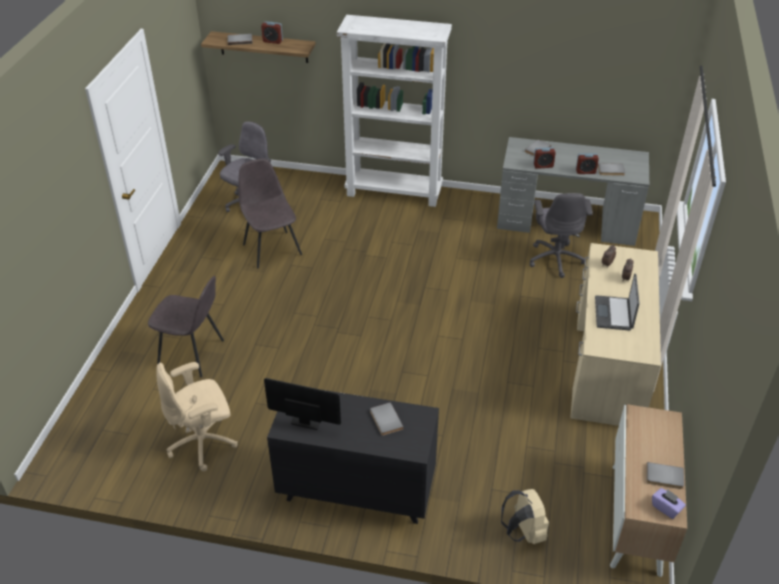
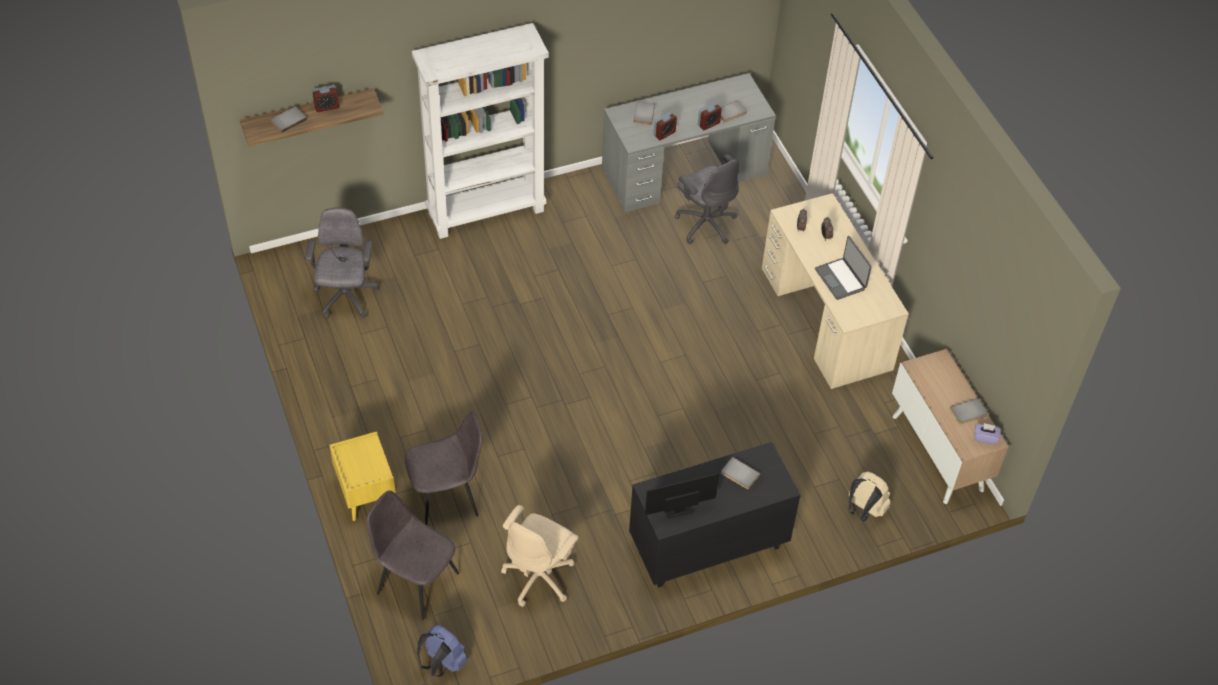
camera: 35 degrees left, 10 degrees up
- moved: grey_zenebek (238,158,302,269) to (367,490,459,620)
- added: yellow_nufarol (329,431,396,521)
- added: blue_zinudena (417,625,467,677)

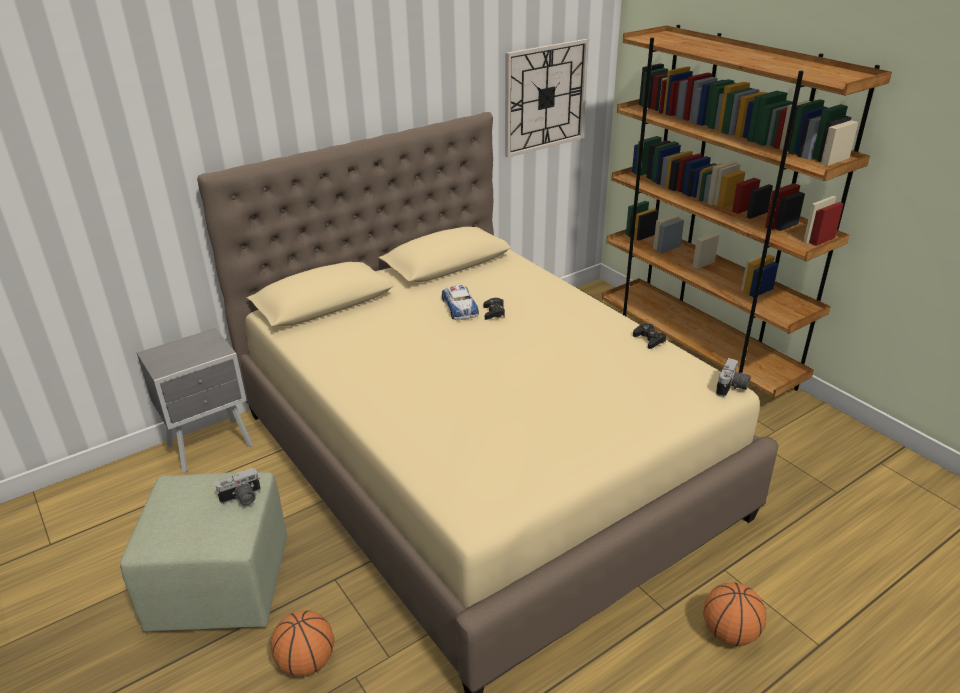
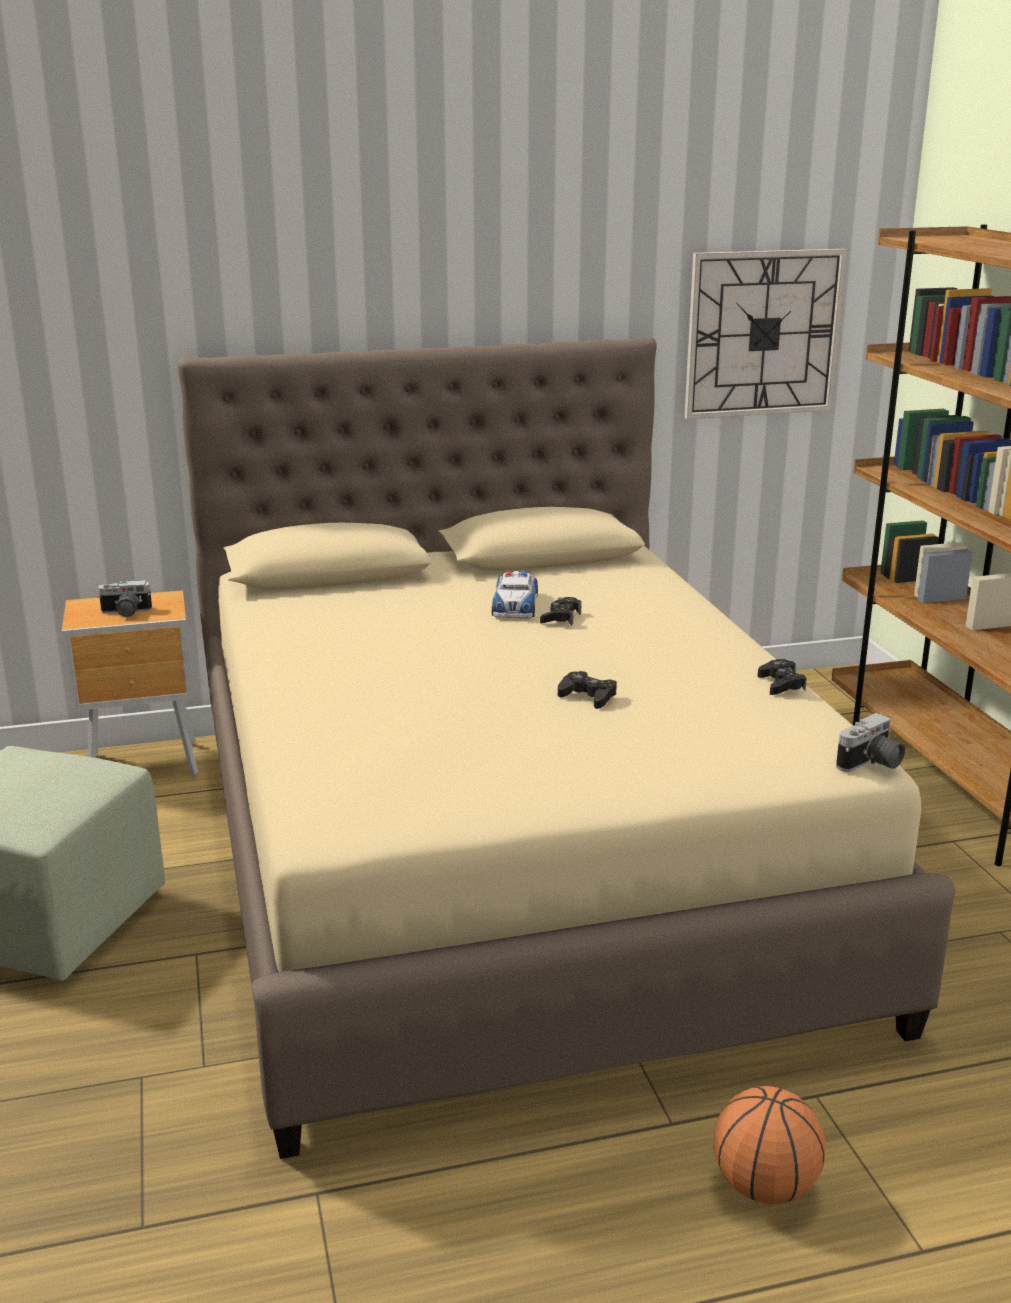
camera: 20 degrees right, 10 degrees down
- recoloured: grey_nufarol (137,328,253,473) to brown_nufarol (62,590,198,776)
- moved: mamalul (215,468,261,506) to (97,580,152,617)
- removed: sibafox (270,611,334,676)
- added: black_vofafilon (558,671,617,709)

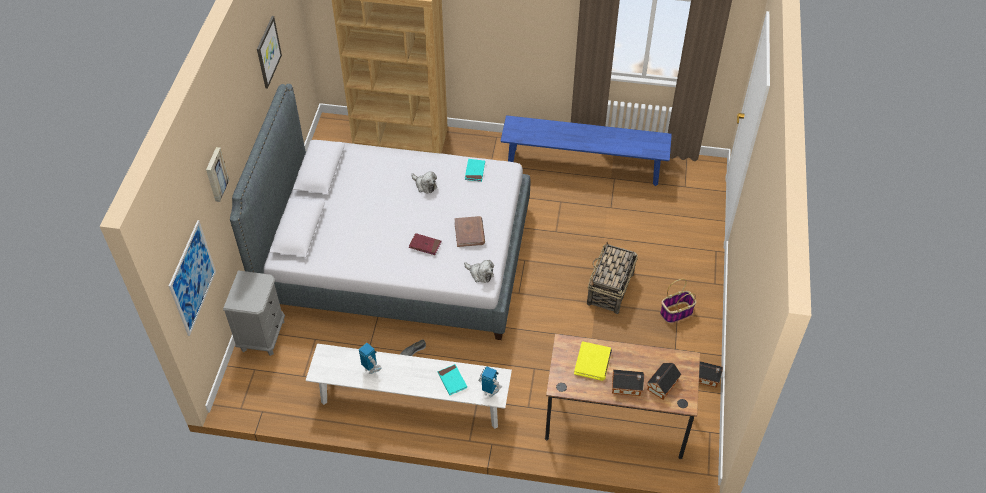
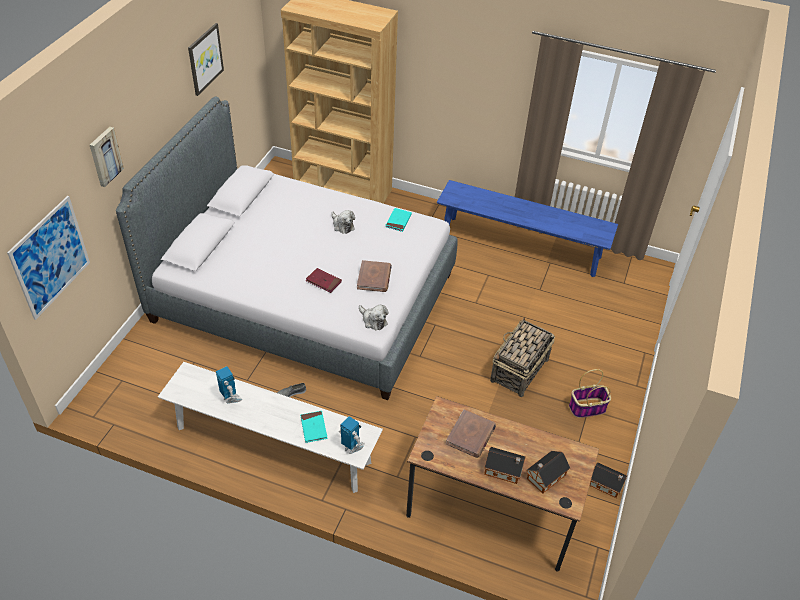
camera: 10 degrees right, 5 degrees down
- removed: grey_nufarol (223,270,285,356)
- recoloured: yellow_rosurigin (574,341,612,381) to brown_rosurigin (446,410,496,458)

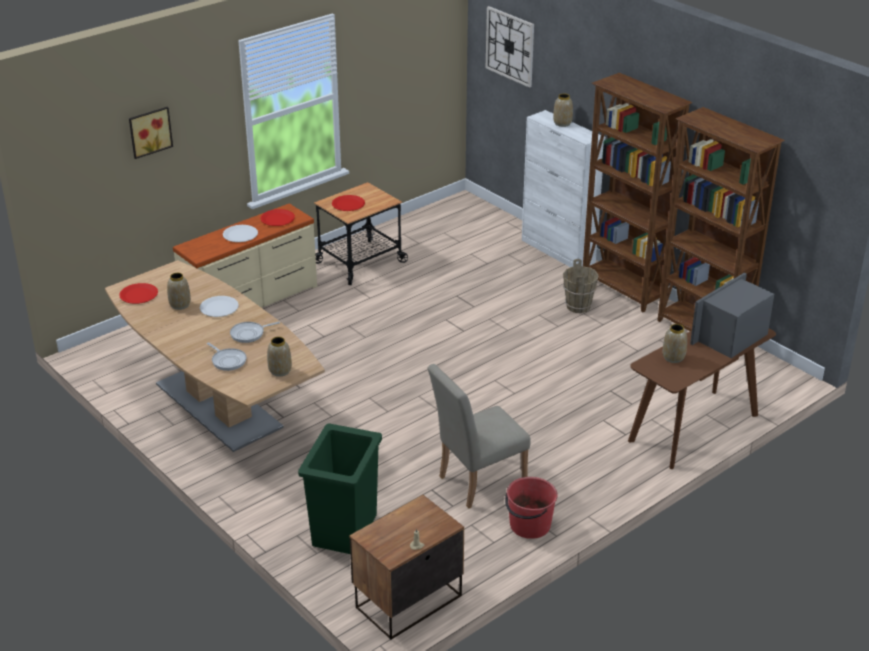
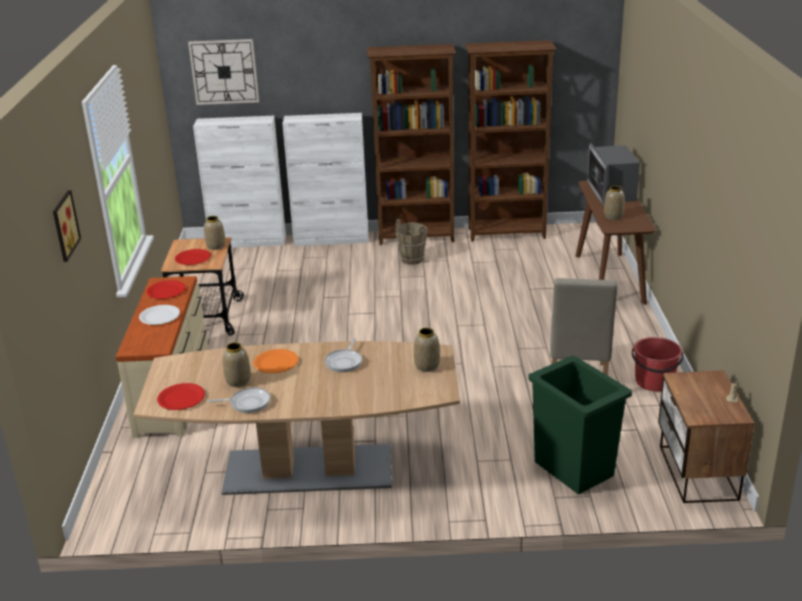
camera: 50 degrees left, 5 degrees down
- moved: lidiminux (553,94,573,127) to (204,216,225,250)
- recoloured: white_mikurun (200,296,239,317) to orange_mikurun (253,349,298,373)
- moved: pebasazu (207,342,246,371) to (208,387,270,413)
- added: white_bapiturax (193,116,286,248)

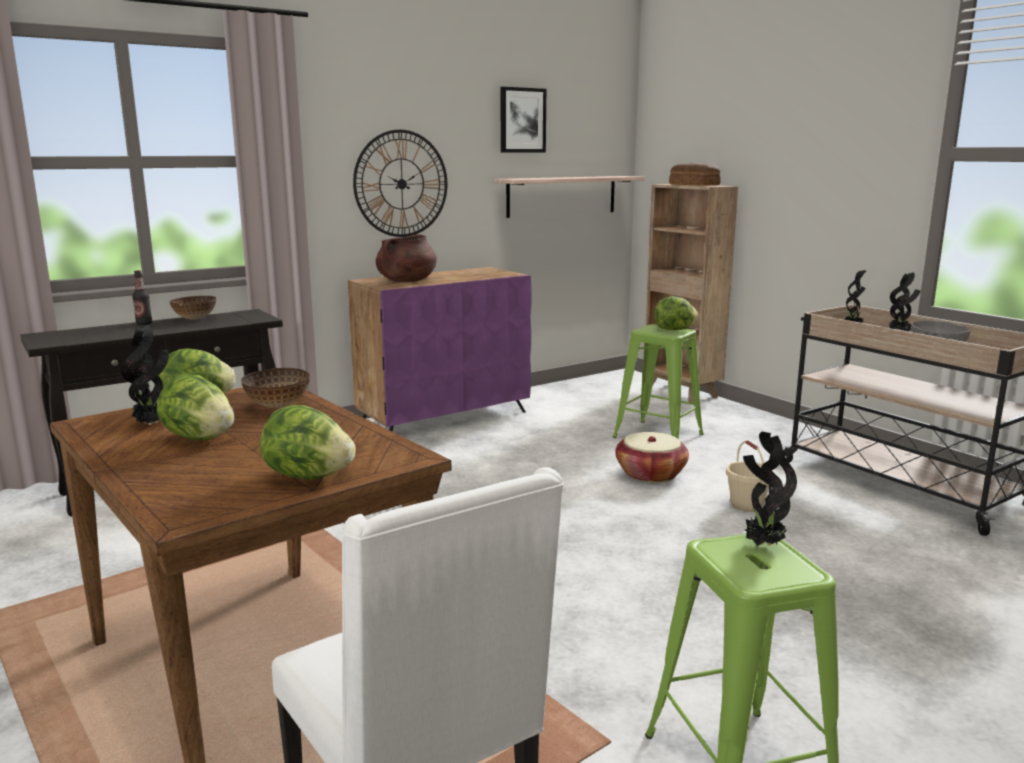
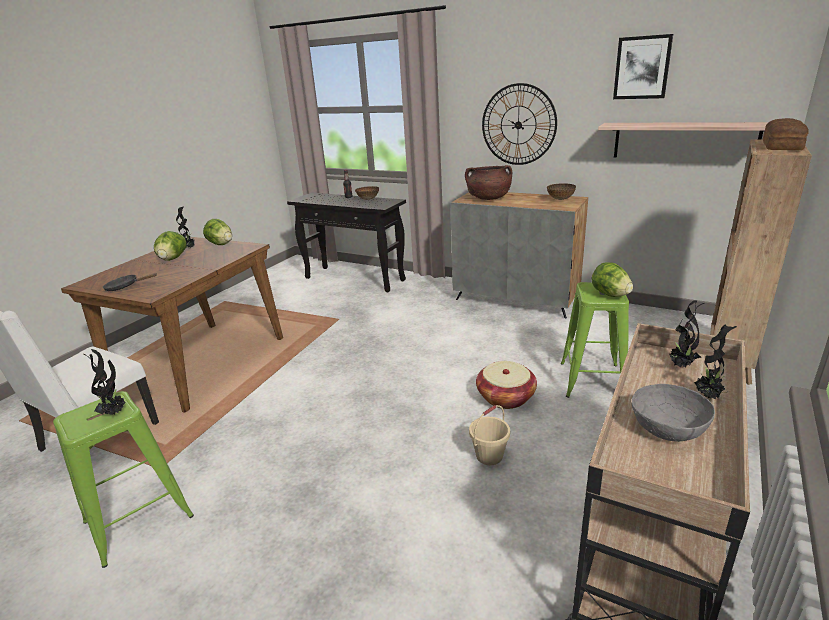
camera: 65 degrees right, 10 degrees up
- recoloured: purple_bapiturax (348,267,532,431) to grey_bapiturax (450,192,588,318)
- moved: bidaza (241,368,310,408) to (547,184,576,200)
- replaced: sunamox (260,405,356,479) to black_pebasazu (102,273,157,291)

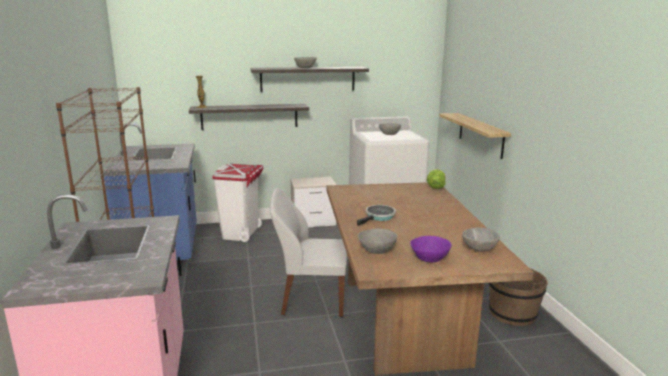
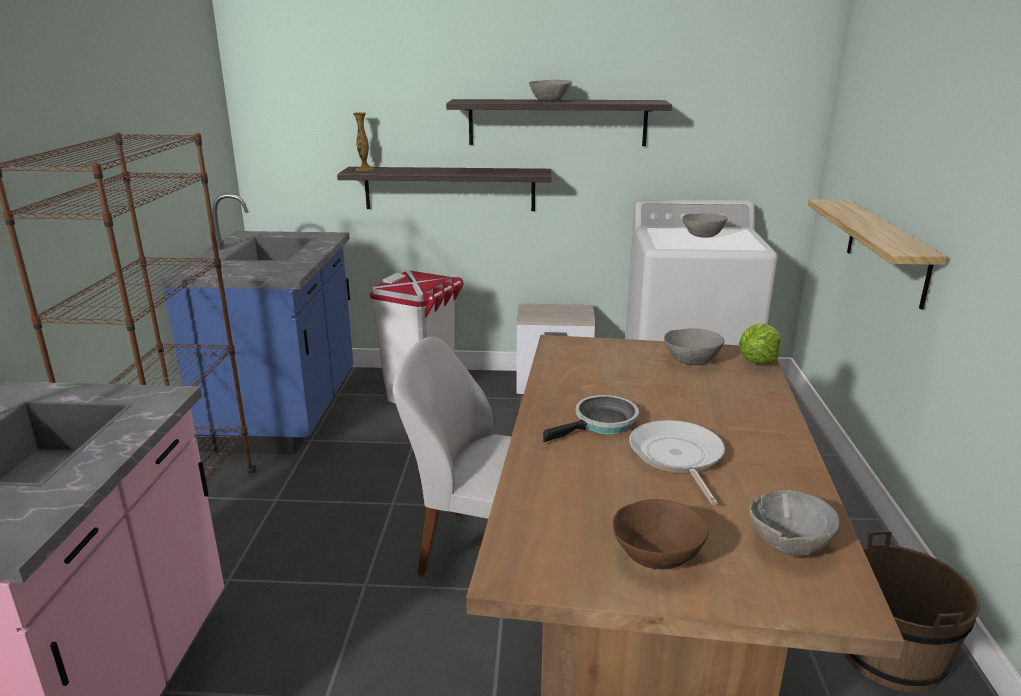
camera: 15 degrees right, 5 degrees up
- moved: grey_bidaza (358,229,398,254) to (664,328,724,365)
- recoloured: purple_bidaza (410,236,452,262) to brown_bidaza (613,499,708,569)
- added: pebasazu (629,420,725,505)

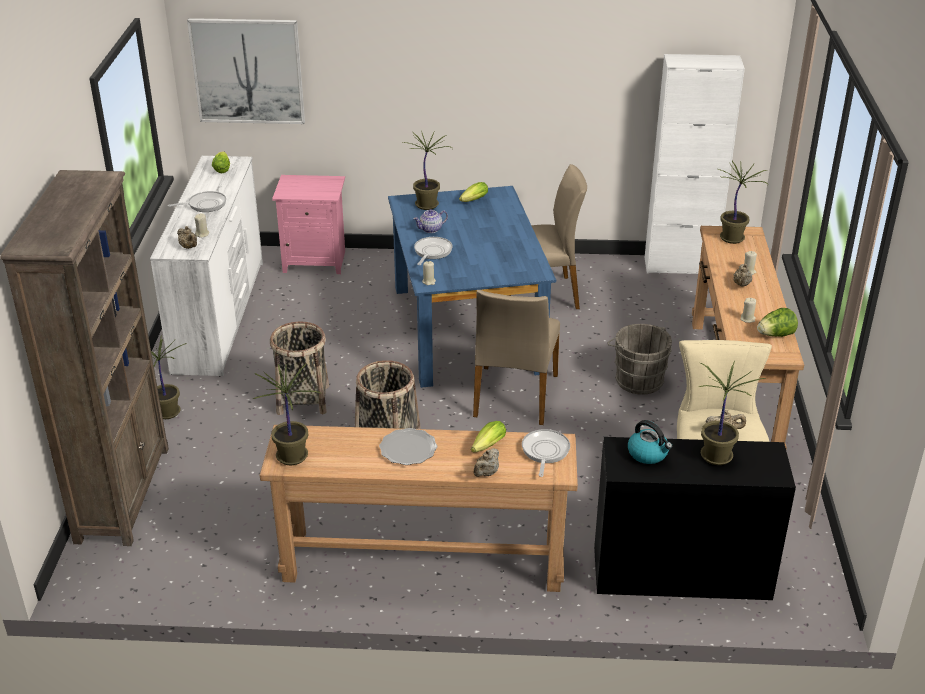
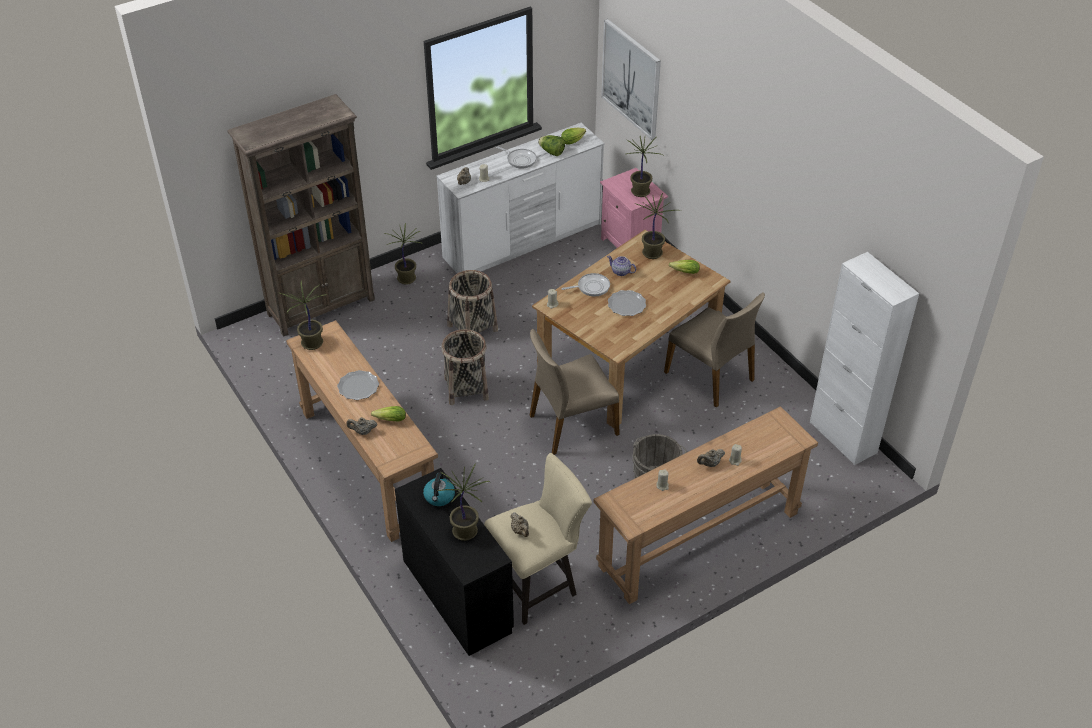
camera: 55 degrees right, 10 degrees up
- moved: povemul (718,161,768,244) to (626,136,665,197)
- recoloured: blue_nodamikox (388,186,556,388) to brown_nodamikox (532,230,730,428)
- moved: sunamox (757,308,798,337) to (538,135,565,156)
- removed: pebasazu (522,429,570,477)
- added: mikurun (608,290,646,316)

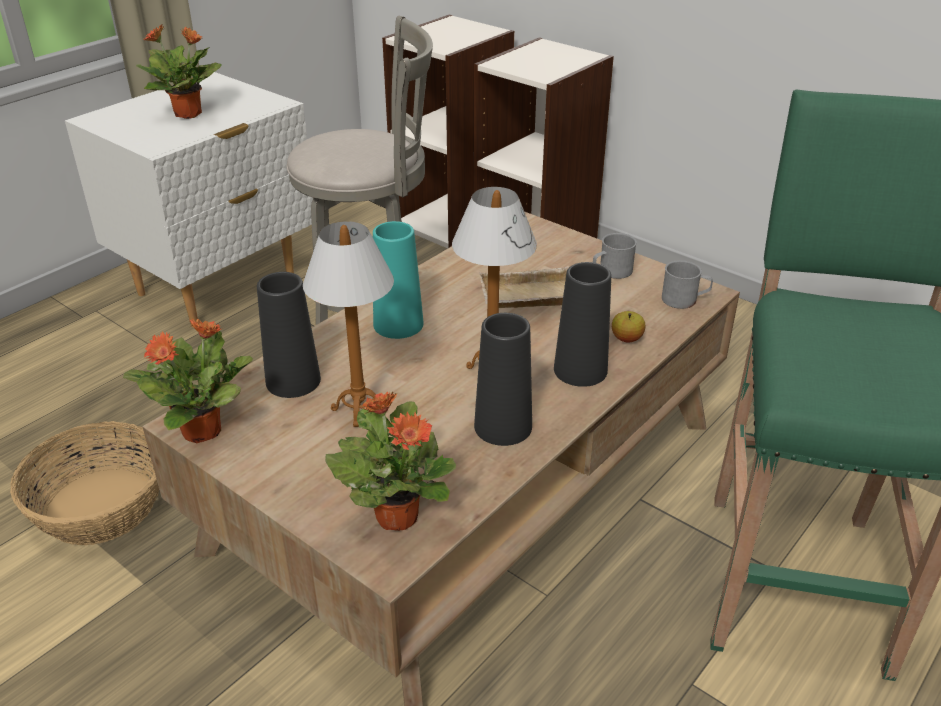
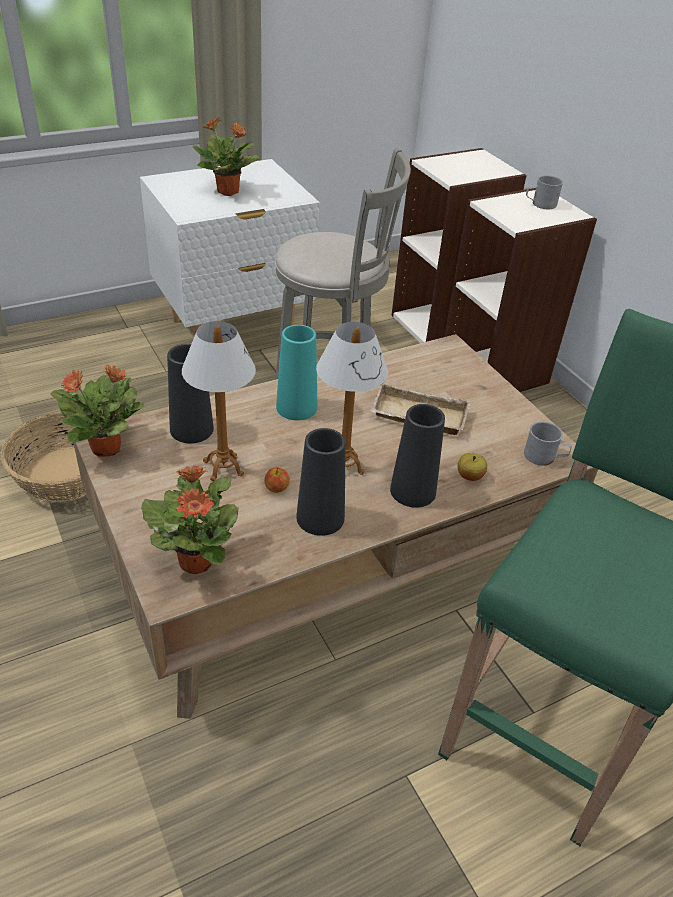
camera: 20 degrees right, 5 degrees up
- moved: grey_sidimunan (593,233,637,279) to (526,175,563,209)
- added: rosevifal (264,467,290,493)

